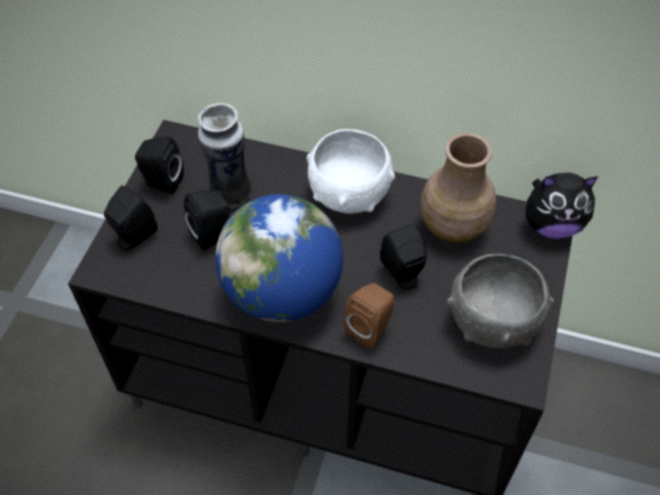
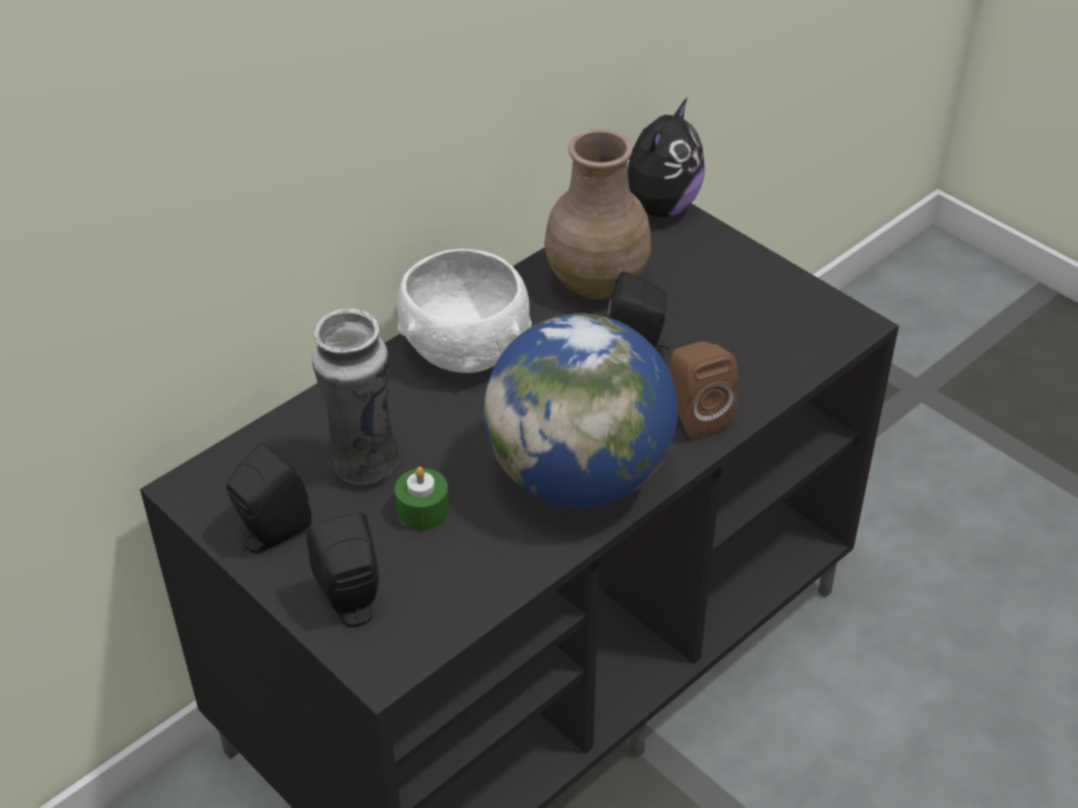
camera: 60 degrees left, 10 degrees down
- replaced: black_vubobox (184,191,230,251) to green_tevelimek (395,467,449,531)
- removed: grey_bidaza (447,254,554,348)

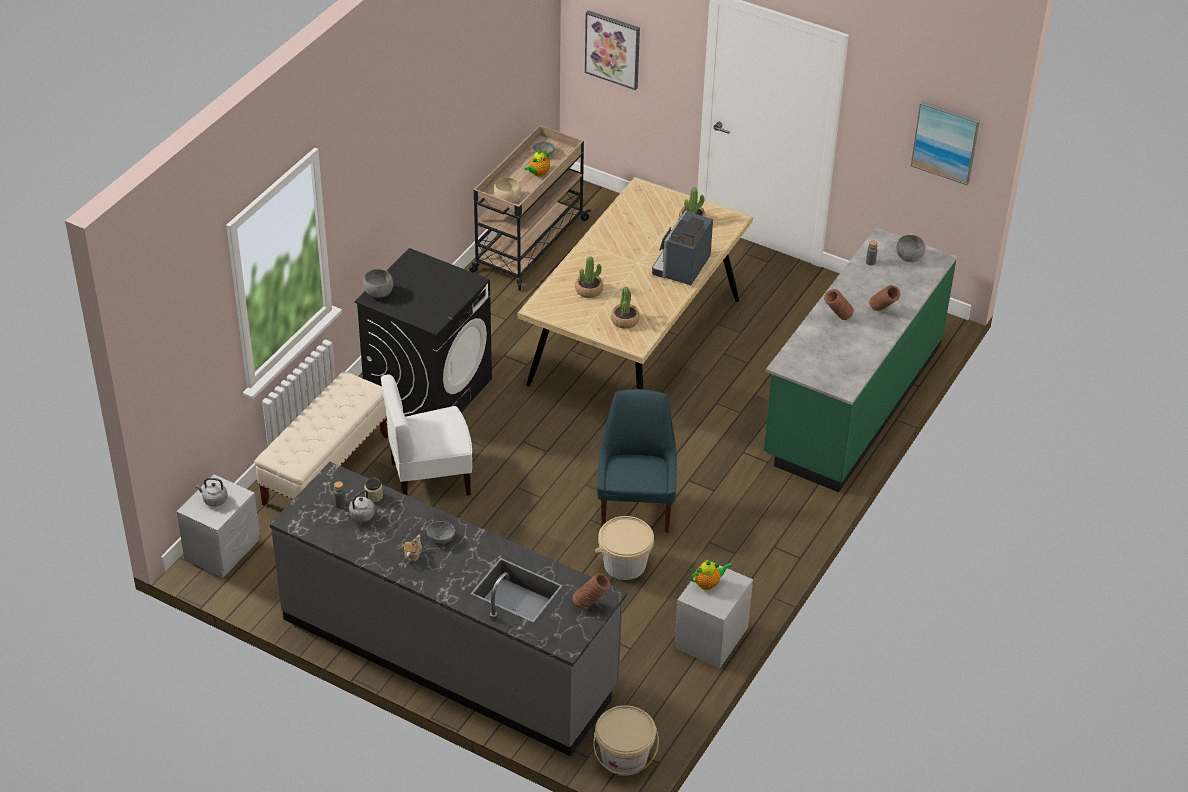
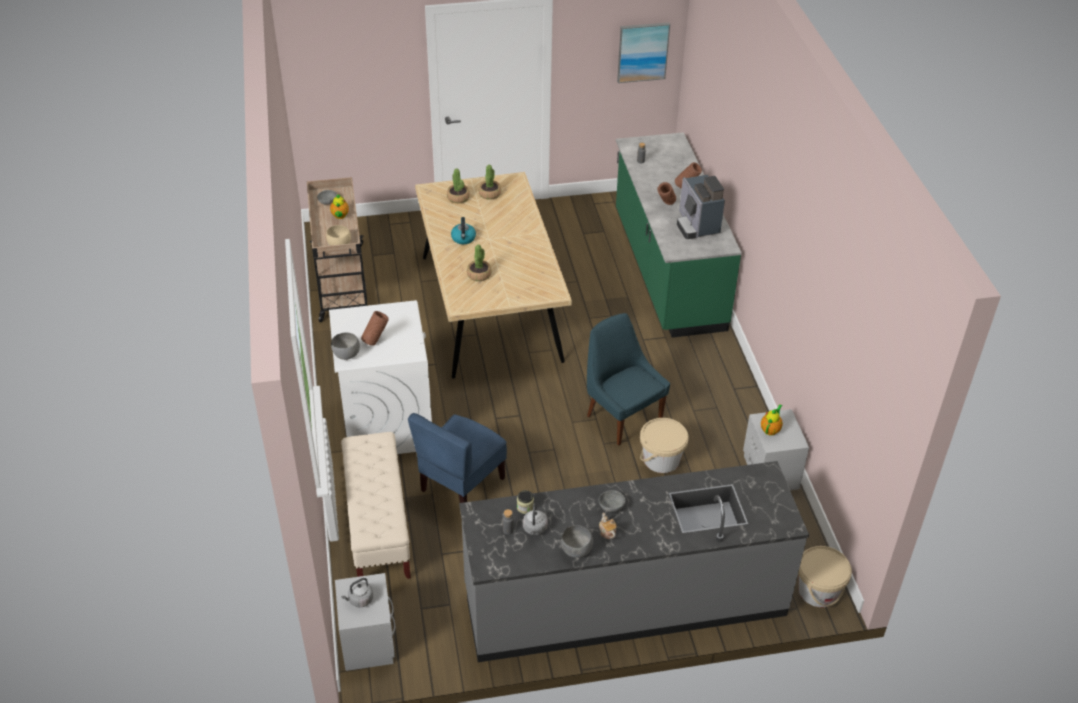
camera: 40 degrees left, 0 degrees up
- removed: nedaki (585,10,640,90)
- moved: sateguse (652,210,713,285) to (677,175,725,239)
- moved: grey_bidaza (896,235,925,262) to (561,525,593,558)
- recoloured: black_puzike (354,248,492,417) to white_puzike (329,300,432,454)
- moved: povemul (611,287,640,329) to (447,169,470,203)
- recoloured: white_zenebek (381,374,472,496) to blue_zenebek (408,413,507,503)
- moved: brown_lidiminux (573,573,610,609) to (361,311,389,346)
- added: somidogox (451,217,476,244)

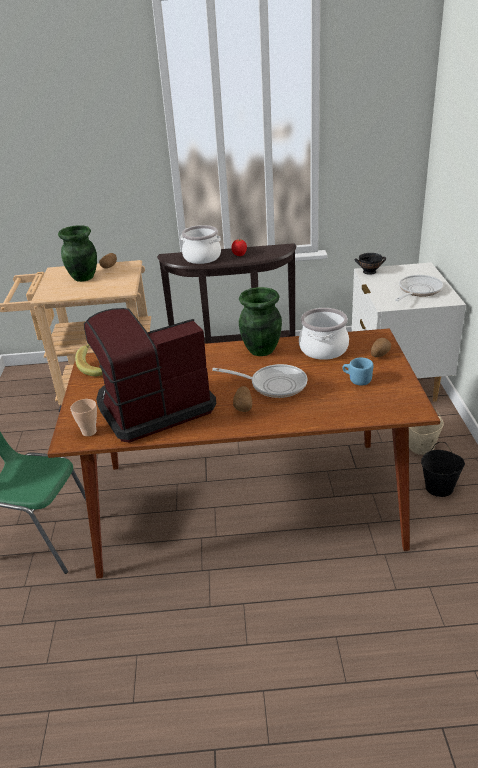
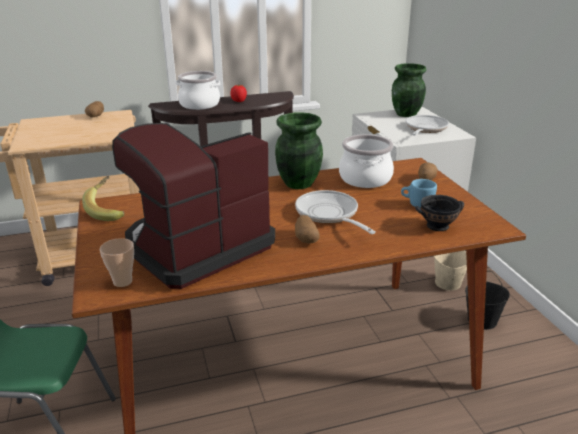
camera: 15 degrees left, 5 degrees down
- moved: green_lidiminux (58,225,97,282) to (392,63,427,117)
- moved: black_bidaza (354,253,386,275) to (415,195,464,231)
- turned: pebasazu (212,364,307,398) = (295,190,376,234) 120 degrees counterclockwise

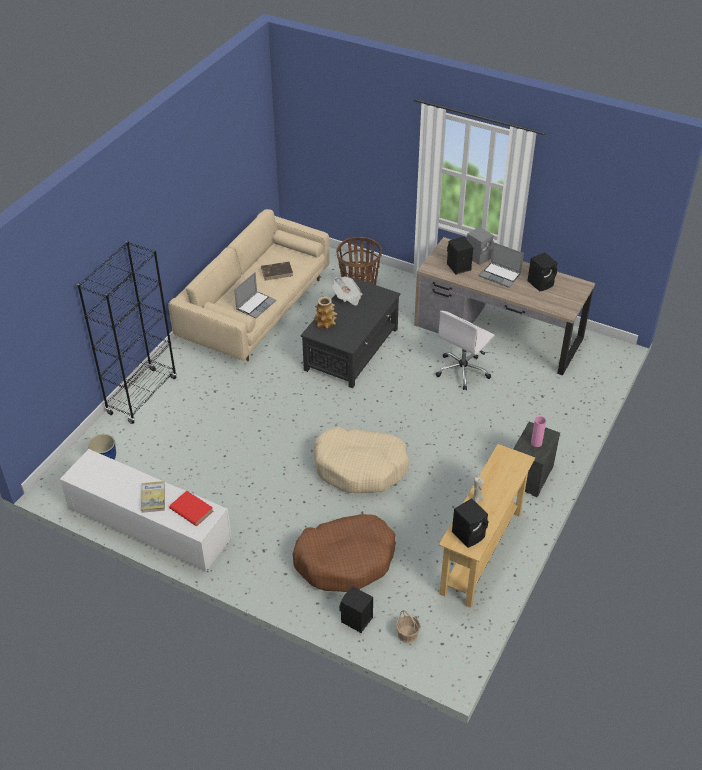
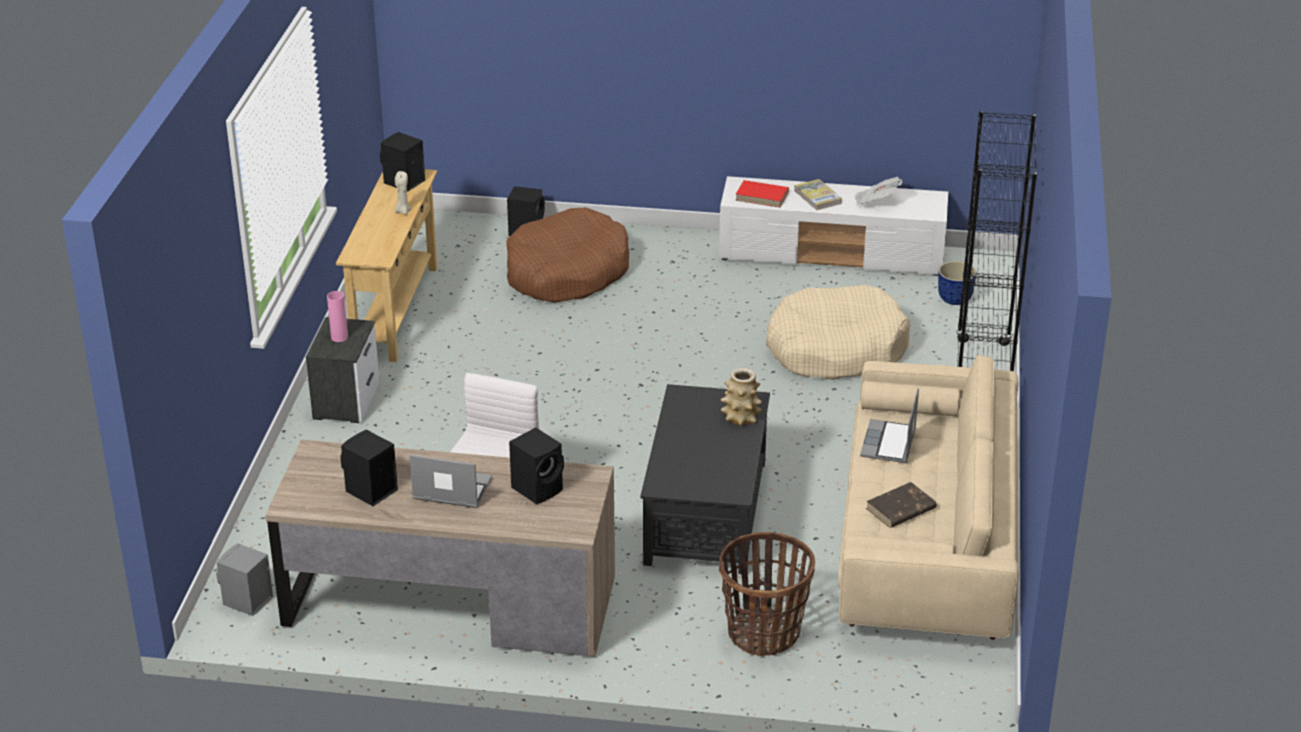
camera: 160 degrees right, 10 degrees down
- moved: grey_vubobox (467,227,494,265) to (216,543,273,616)
- moved: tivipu (332,276,362,306) to (855,177,902,205)
- moved: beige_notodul (313,427,410,493) to (766,285,910,380)
- removed: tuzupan (396,610,421,643)

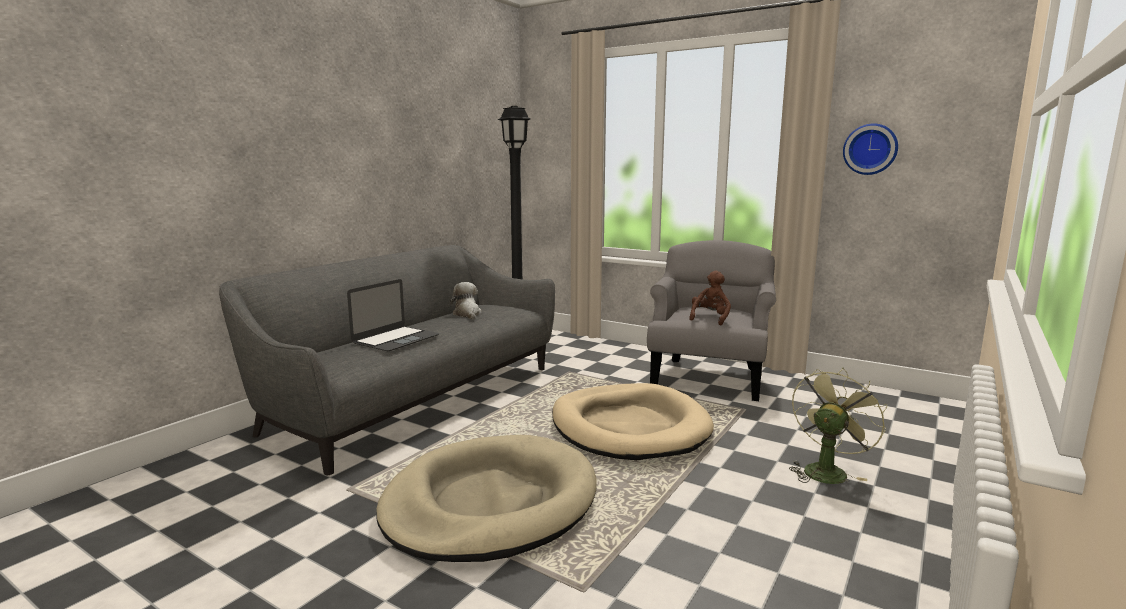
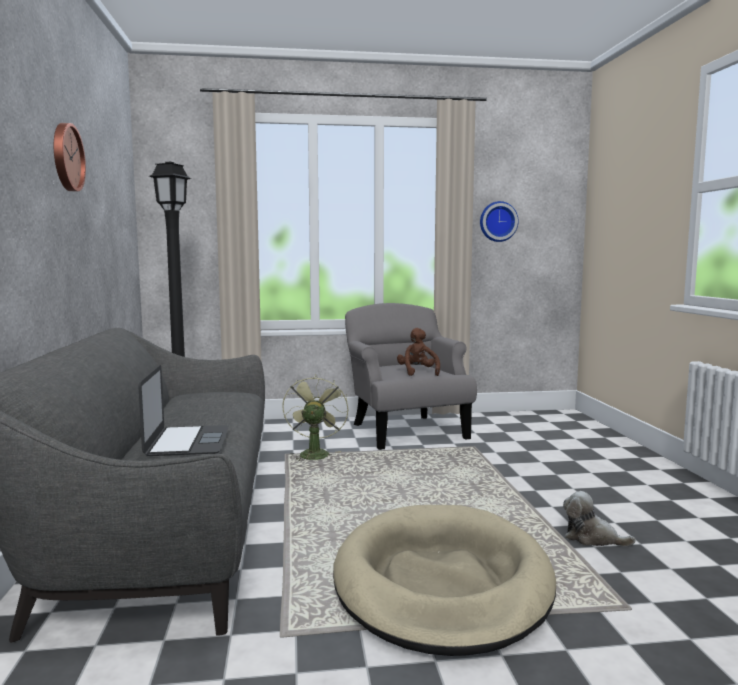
camera: 40 degrees left, 5 degrees down
- moved: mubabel (450,282,482,319) to (563,491,636,546)
- moved: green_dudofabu (789,367,887,484) to (283,374,348,461)
- removed: beige_notodul (552,383,714,460)
- added: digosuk (54,123,86,191)

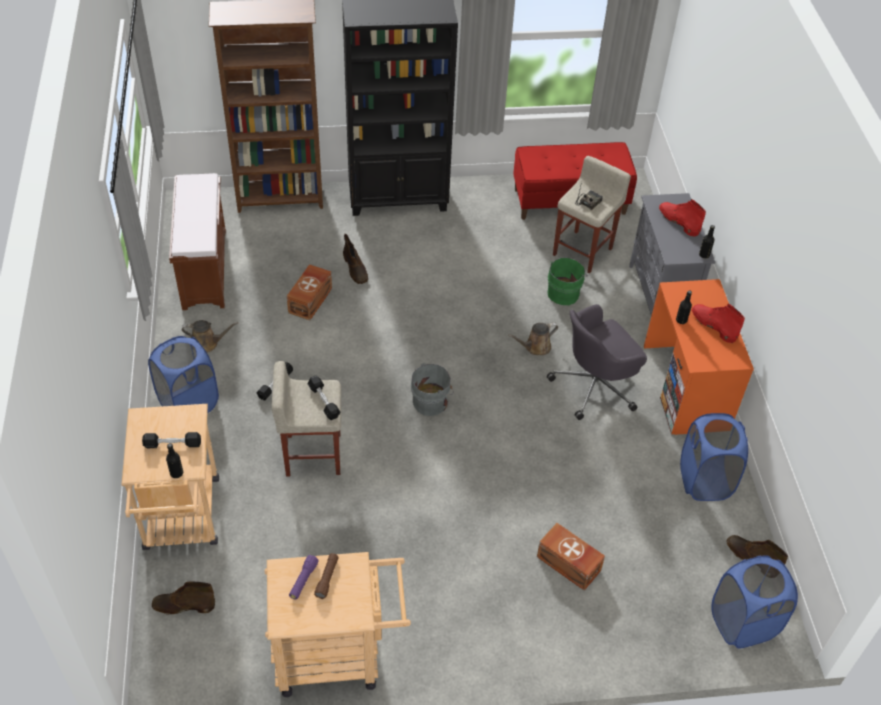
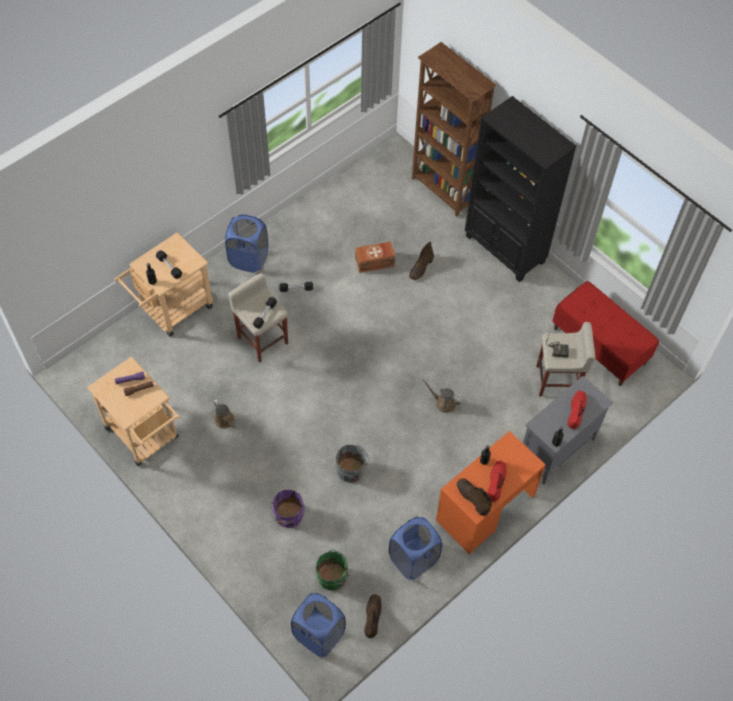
camera: 55 degrees right, 10 degrees up
- removed: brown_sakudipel (169,173,226,310)
- moved: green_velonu (548,258,588,305) to (316,550,349,590)
- removed: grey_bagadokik (547,304,647,420)
- moved: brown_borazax (182,320,238,353) to (213,399,238,430)
- moved: grey_velonu (411,363,454,416) to (335,445,369,483)
- replaced: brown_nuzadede (537,523,605,590) to purple_velonu (270,490,305,528)
- moved: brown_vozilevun (152,582,215,615) to (457,478,492,516)

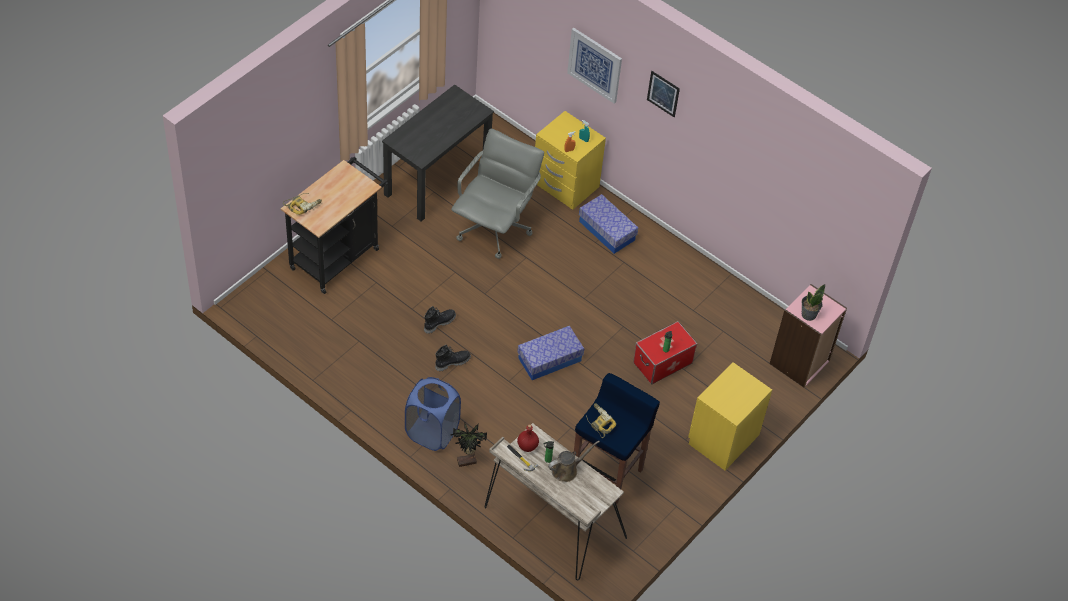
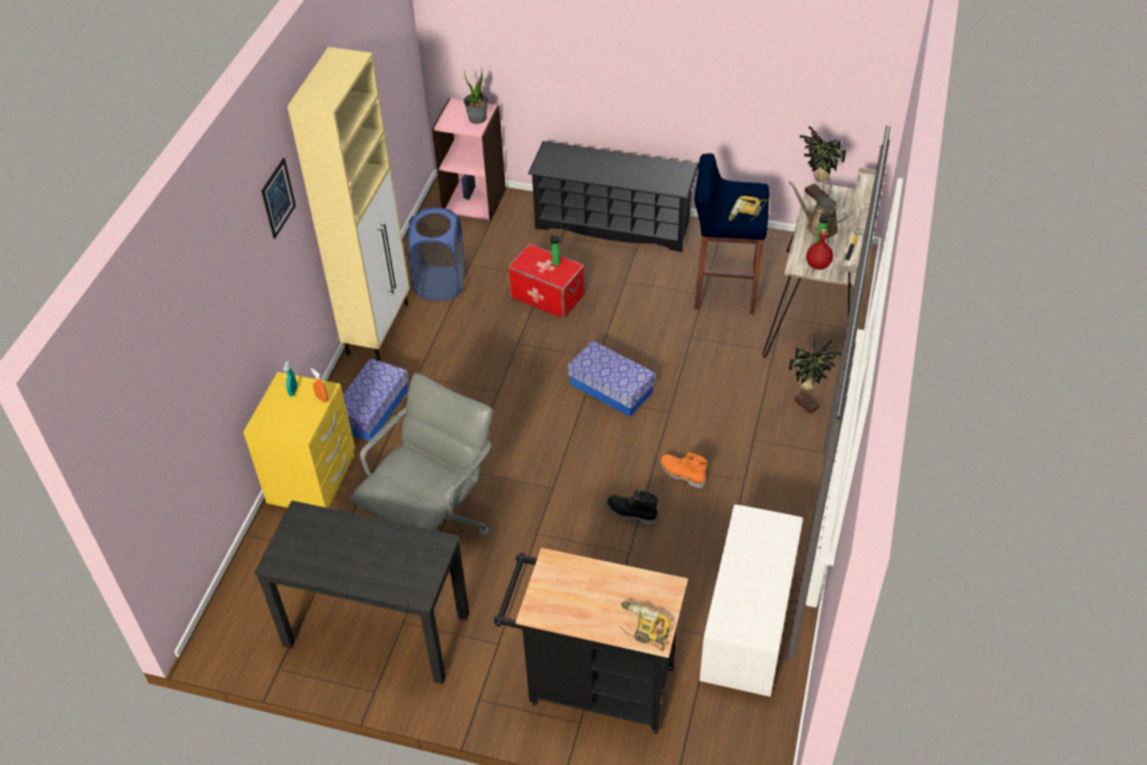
camera: 110 degrees left, 5 degrees down
- removed: nedaki (567,28,622,104)
- turned: grey_bagadokik (451,129,544,259) = (350,373,493,537) 120 degrees clockwise
- recoloured: black_vozilevun (435,345,471,372) to orange_vozilevun (660,452,708,489)
- replaced: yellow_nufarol (688,362,772,470) to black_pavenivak (528,141,699,252)
- moved: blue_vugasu (405,377,461,451) to (408,207,464,301)
- added: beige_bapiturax (287,47,410,361)
- added: povemul (800,126,846,201)
- added: white_sakudipel (699,504,803,697)

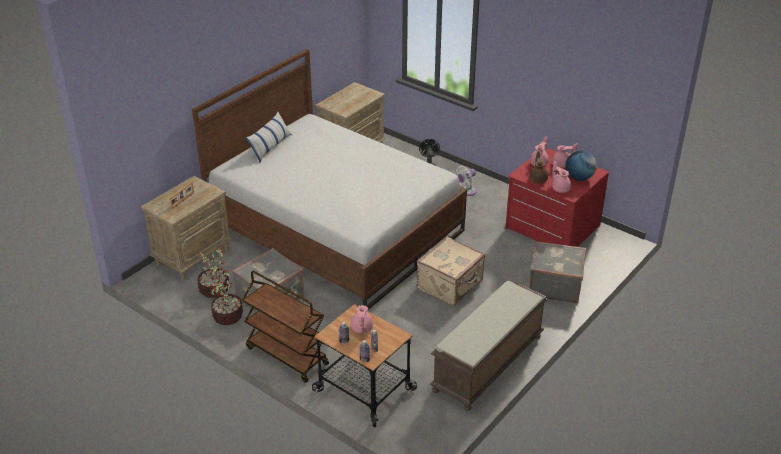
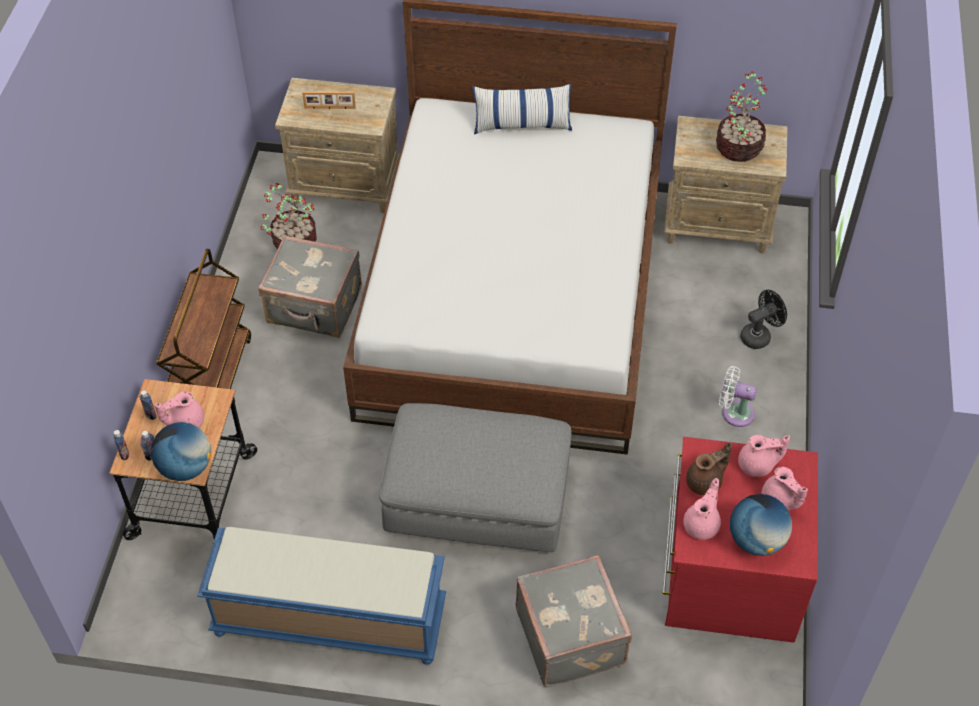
camera: 60 degrees right, 15 degrees up
- replaced: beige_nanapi (417,236,485,306) to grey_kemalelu (379,403,572,552)
- moved: povemul (210,267,243,325) to (716,71,767,162)
- recoloured: brown_sakudipel (430,281,548,411) to blue_sakudipel (197,527,446,665)
- added: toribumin (151,422,211,481)

